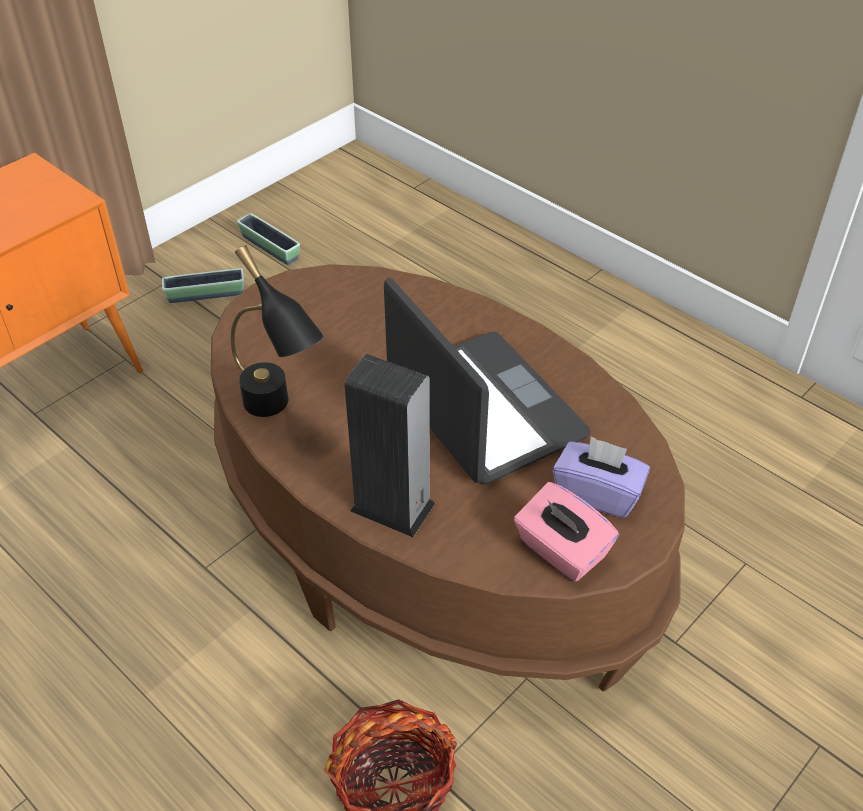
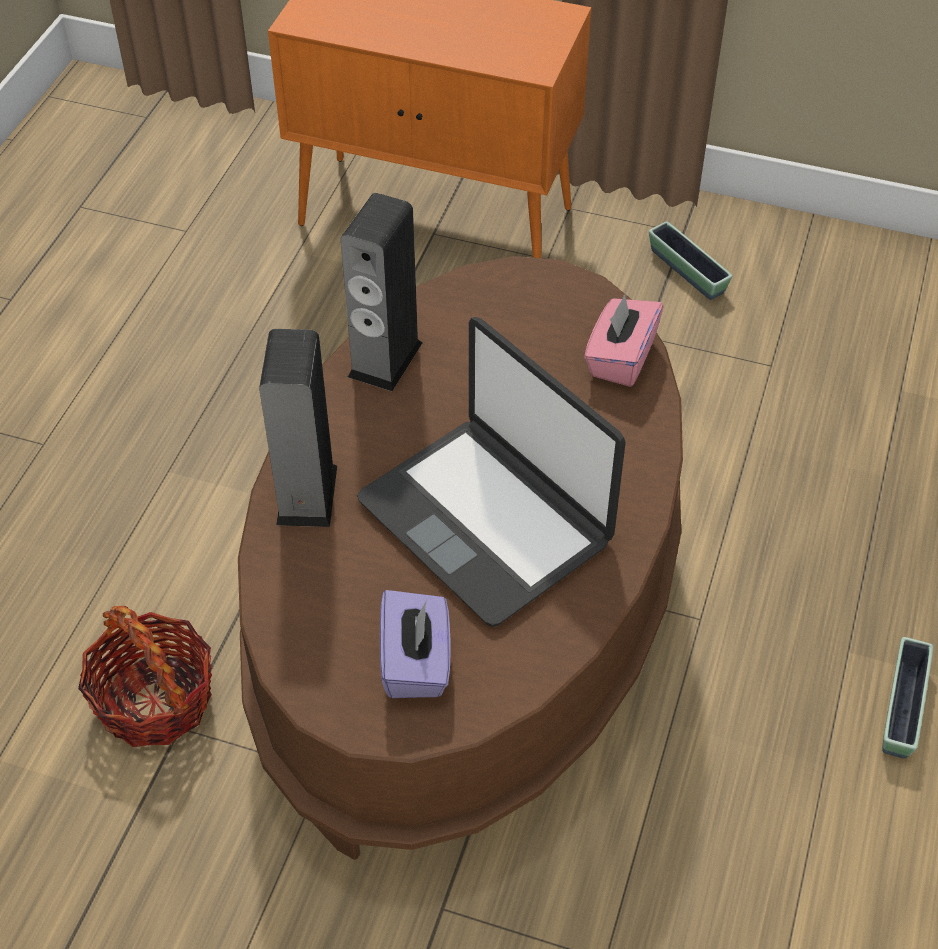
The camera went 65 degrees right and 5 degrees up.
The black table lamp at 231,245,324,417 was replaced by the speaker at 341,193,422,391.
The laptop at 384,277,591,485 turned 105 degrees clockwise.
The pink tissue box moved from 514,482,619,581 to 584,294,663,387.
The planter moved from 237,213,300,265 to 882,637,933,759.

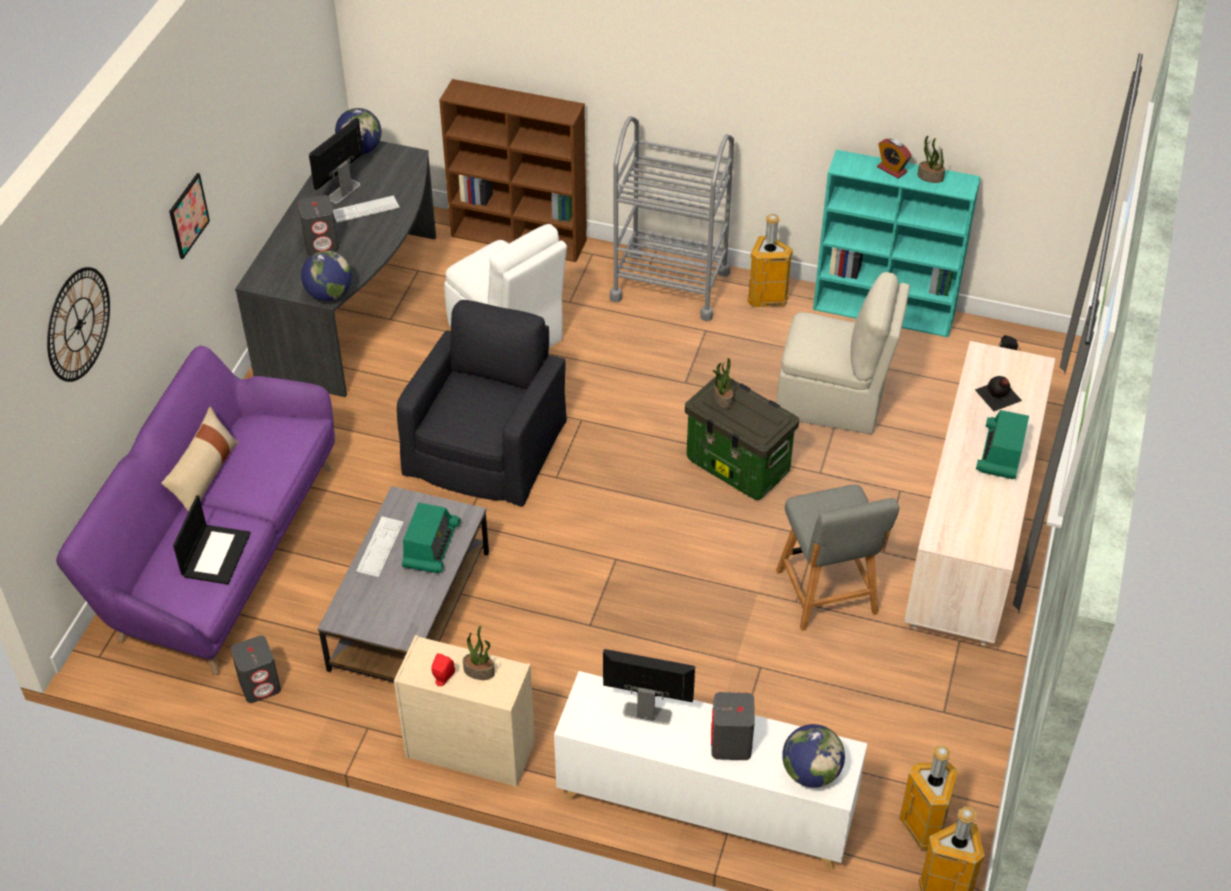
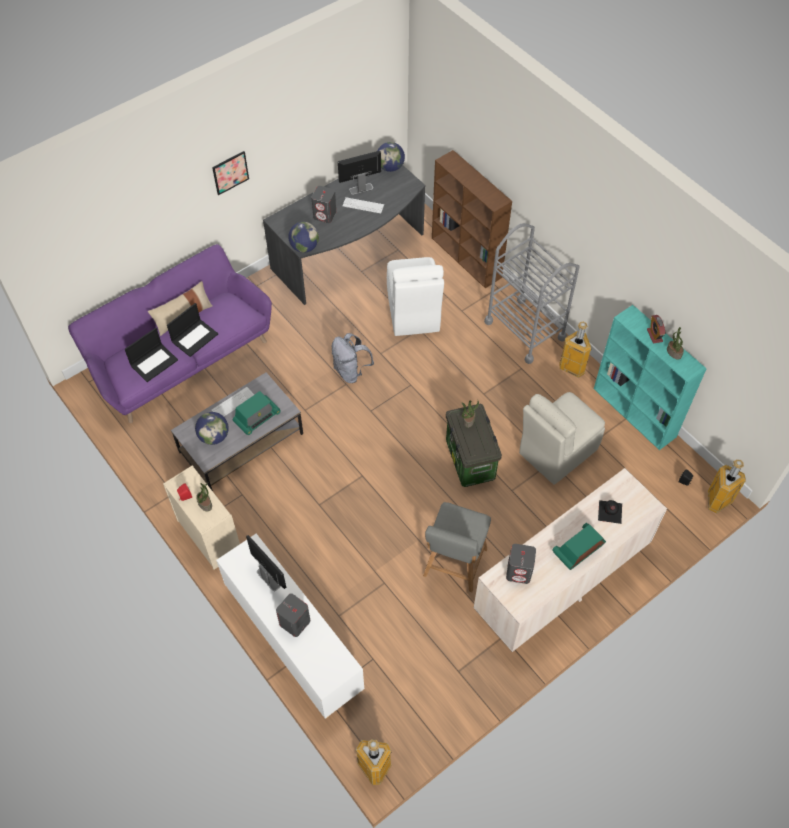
The camera went 35 degrees right and 10 degrees up.
The laptop at 167,303,218,357 appeared.
The globe moved from 782,724,845,788 to 195,412,229,445.
The black armchair at 397,300,567,507 was replaced by the grey backpack at 332,333,374,383.
The grey speaker moved from 231,636,281,703 to 506,544,536,584.
The beige chair at 777,272,910,434 turned 90 degrees clockwise.
The trash can moved from 899,745,958,850 to 708,459,746,514.
The wall clock at 47,267,110,382 disappeared.

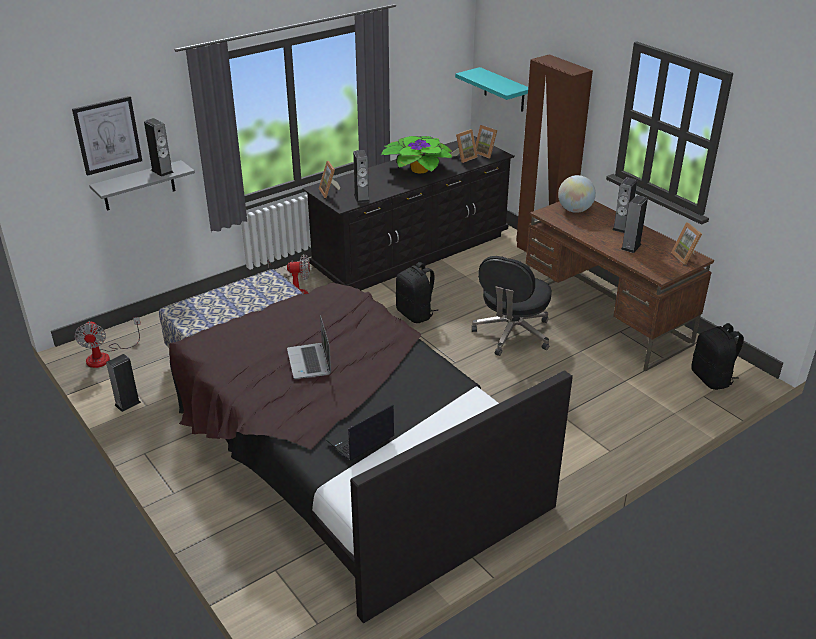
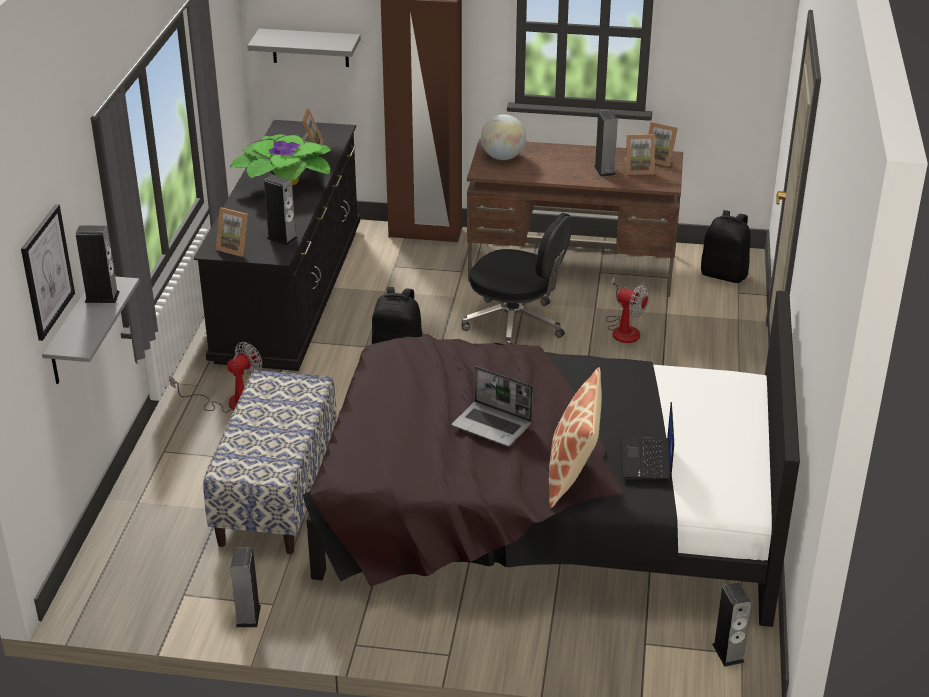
The camera went 45 degrees left and 0 degrees up.
The turquoise shelf at 455,67,528,112 became the grey shelf at 247,29,361,67.
The black office chair at 471,256,552,356 turned 45 degrees counterclockwise.
The pillow at 549,367,602,508 appeared.
The fan moved from 75,317,141,368 to 606,276,650,343.
The picture frame moved from 475,125,497,158 to 624,134,655,175.
The speaker moved from 612,177,637,233 to 712,583,751,667.

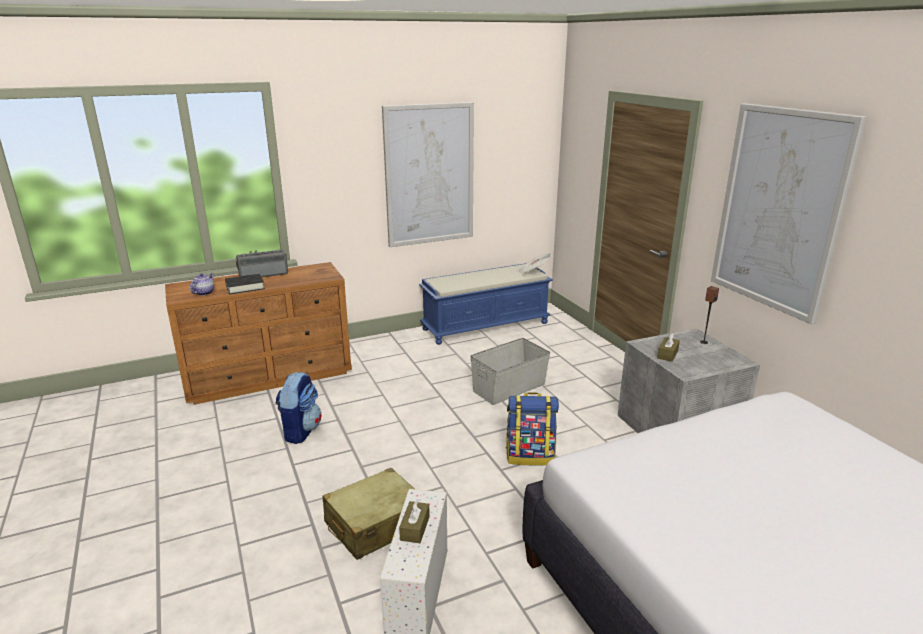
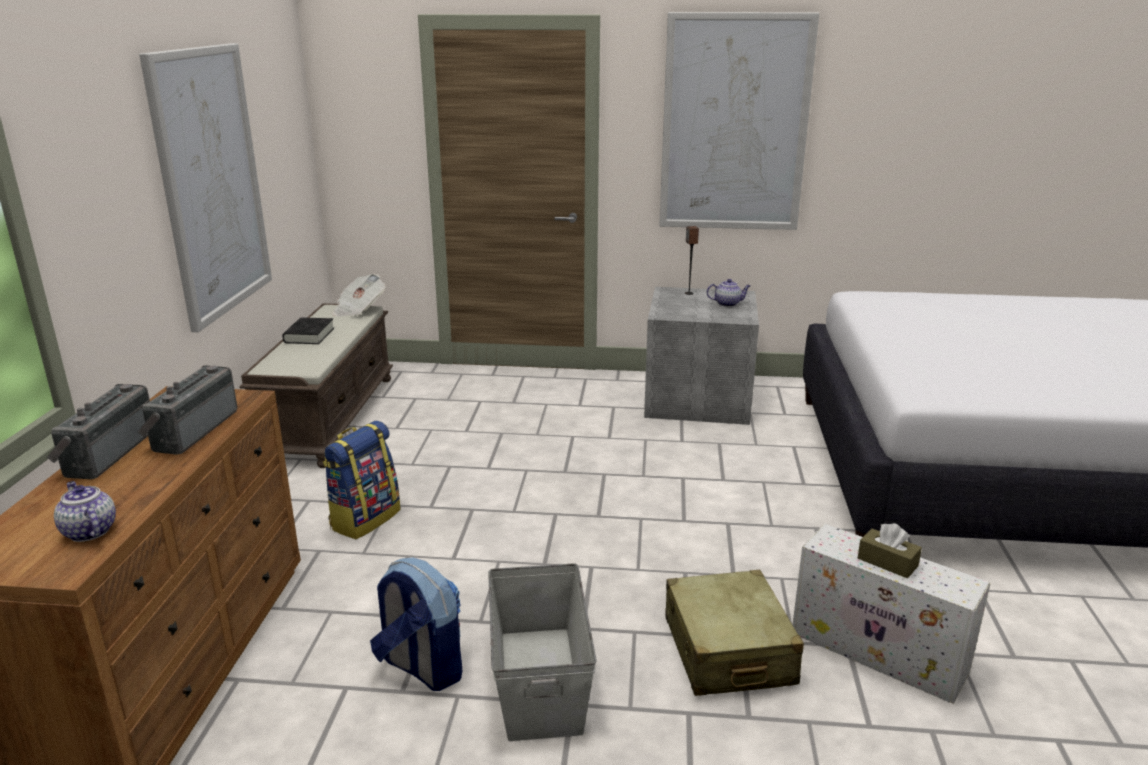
The camera went 60 degrees left and 0 degrees up.
The radio at 138,365,237,455 appeared.
The blue bench at 419,263,553,345 became the brown bench at 239,303,393,468.
The black book moved from 225,274,265,294 to 282,317,334,344.
The backpack moved from 506,392,559,466 to 323,421,401,539.
The grey storage box moved from 470,338,550,405 to 488,563,597,741.
The teapot at 707,279,751,307 appeared.
The brown tissue box at 657,333,680,362 disappeared.

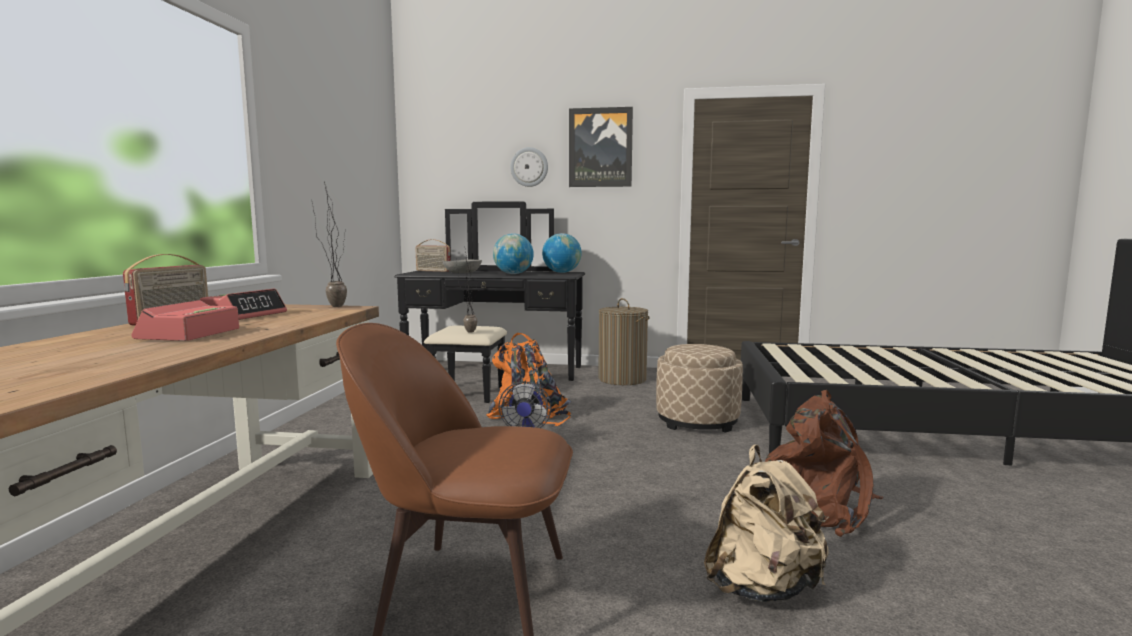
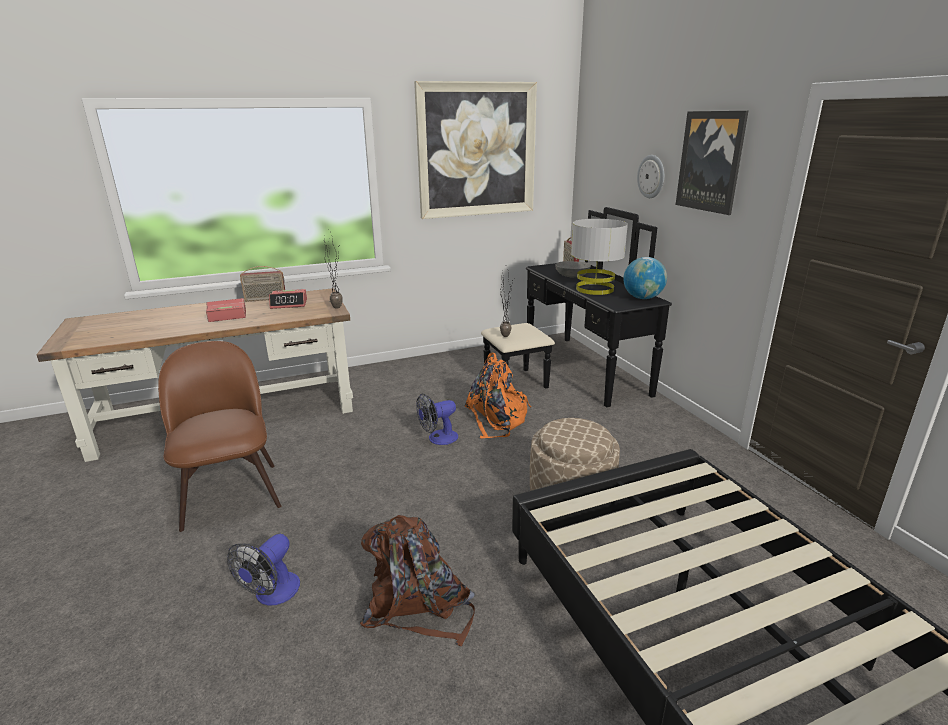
The camera went 60 degrees right and 15 degrees up.
The beige backpack at 704,444,829,602 was replaced by the fan at 227,534,300,606.
The picture at 414,81,537,219 appeared.
The globe at 493,234,534,274 was replaced by the grey table lamp at 571,219,628,295.
The laundry basket at 598,298,649,385 disappeared.

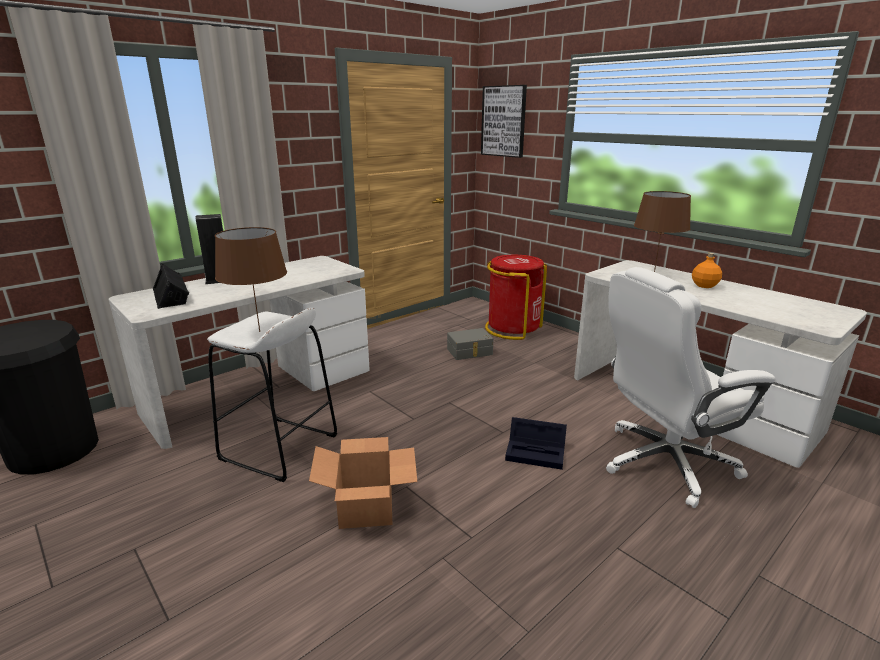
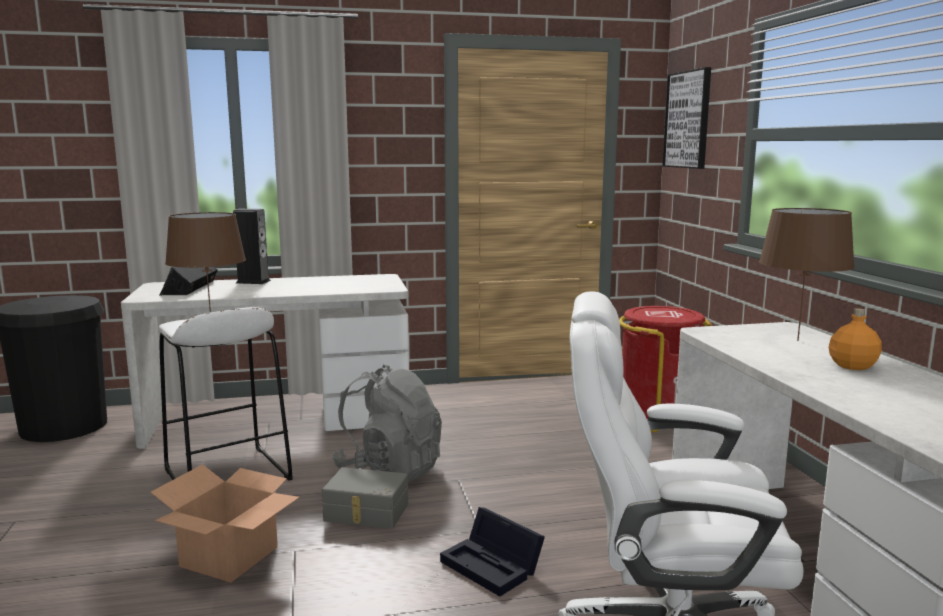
The camera went 30 degrees right and 10 degrees down.
The grey storage box moved from 447,328,494,360 to 322,467,408,529.
The grey backpack at 331,365,442,482 appeared.

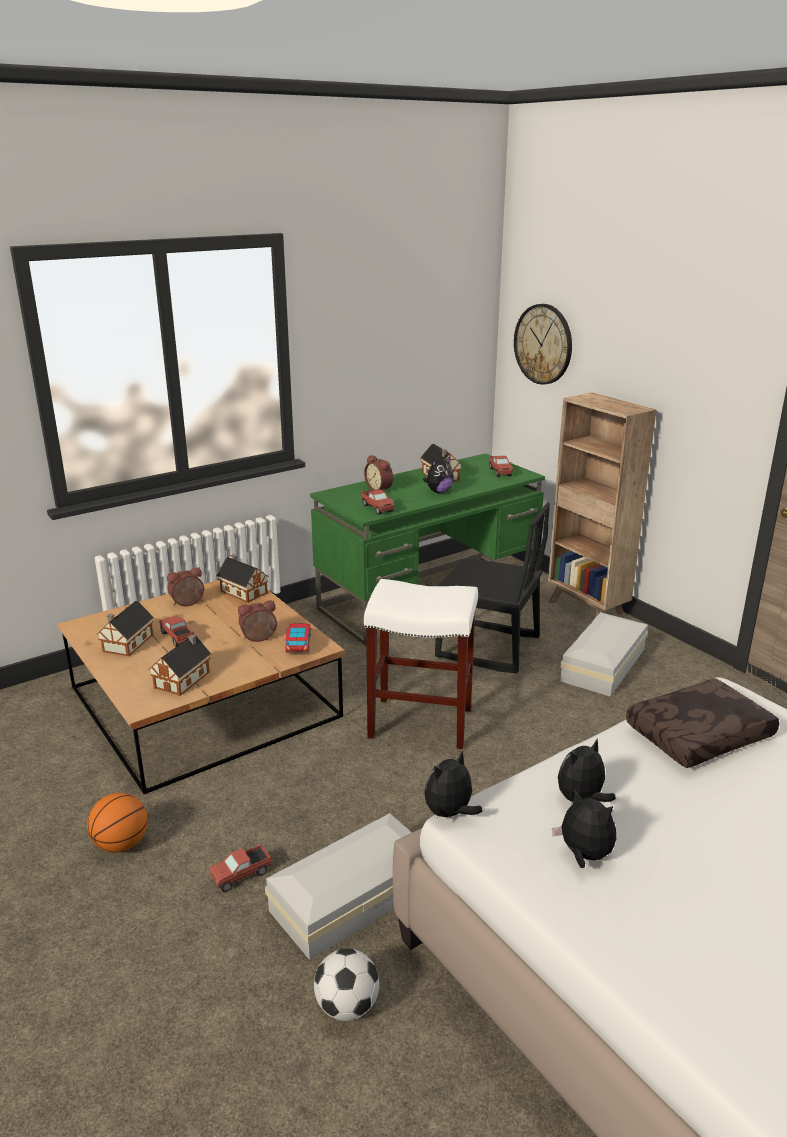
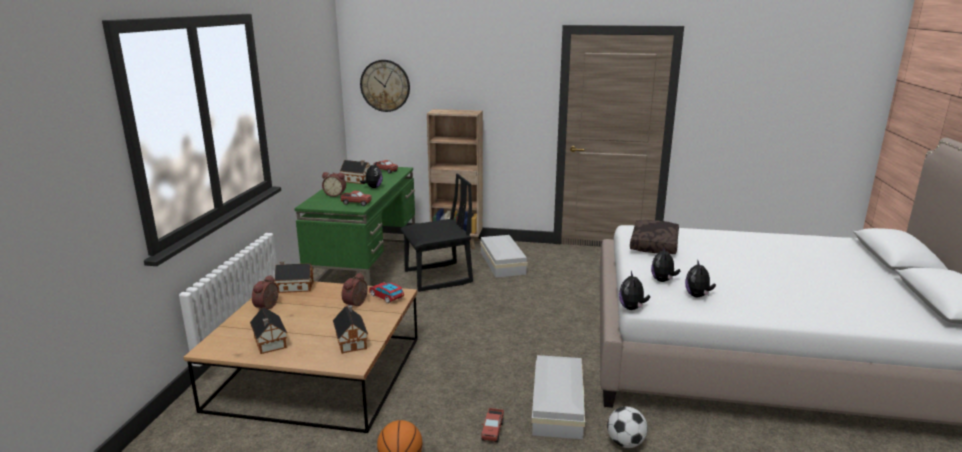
The camera went 45 degrees left and 5 degrees down.
The plush toy at 552,789,616,868 turned 75 degrees counterclockwise.
The toy truck at 159,616,194,647 disappeared.
The white stool at 364,579,478,749 disappeared.

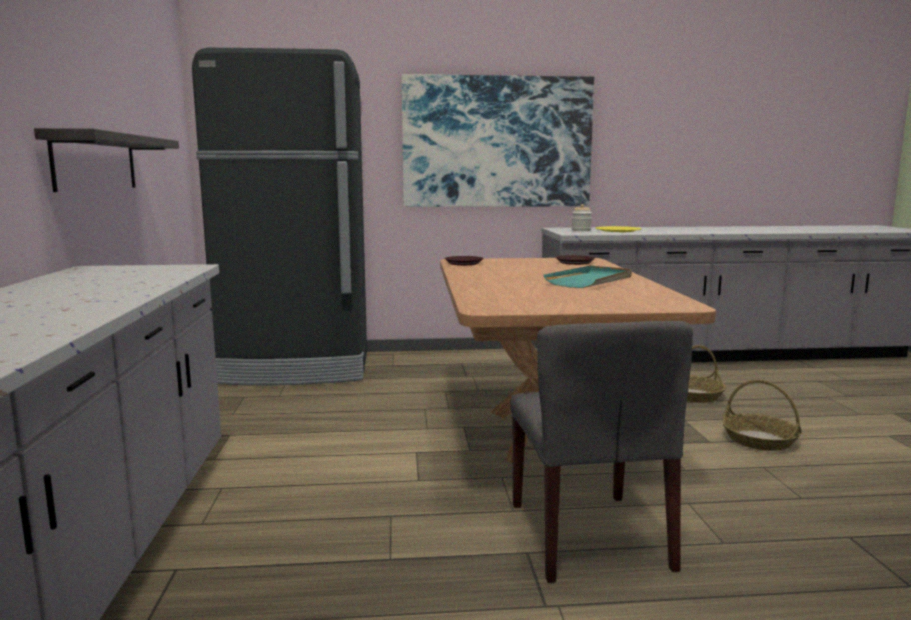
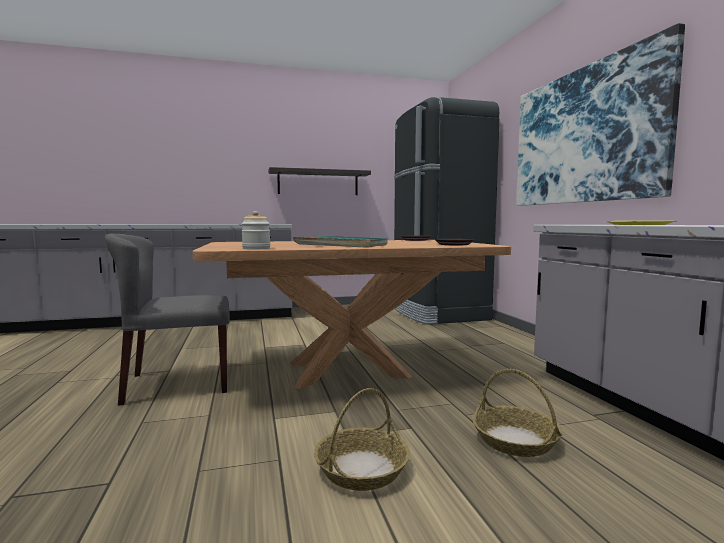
The camera went 80 degrees right and 5 degrees down.
The jar moved from 572,204,592,231 to 241,211,271,250.

